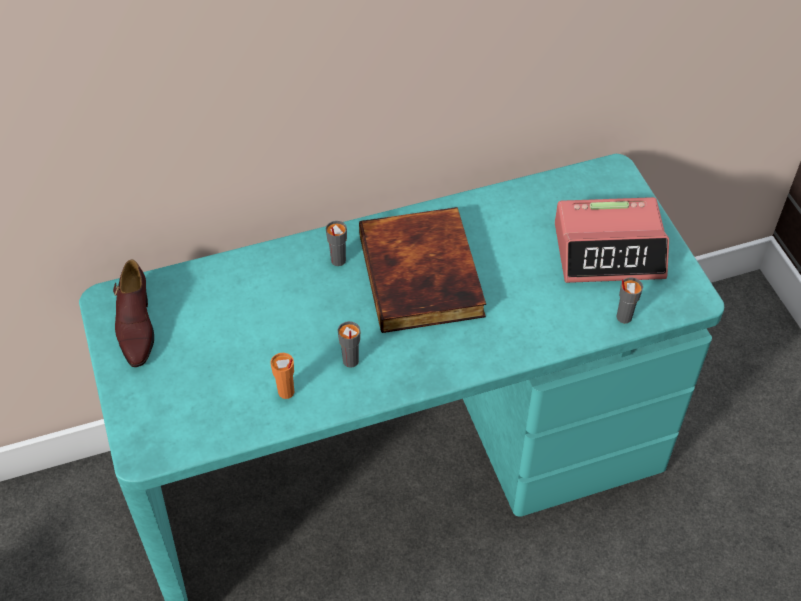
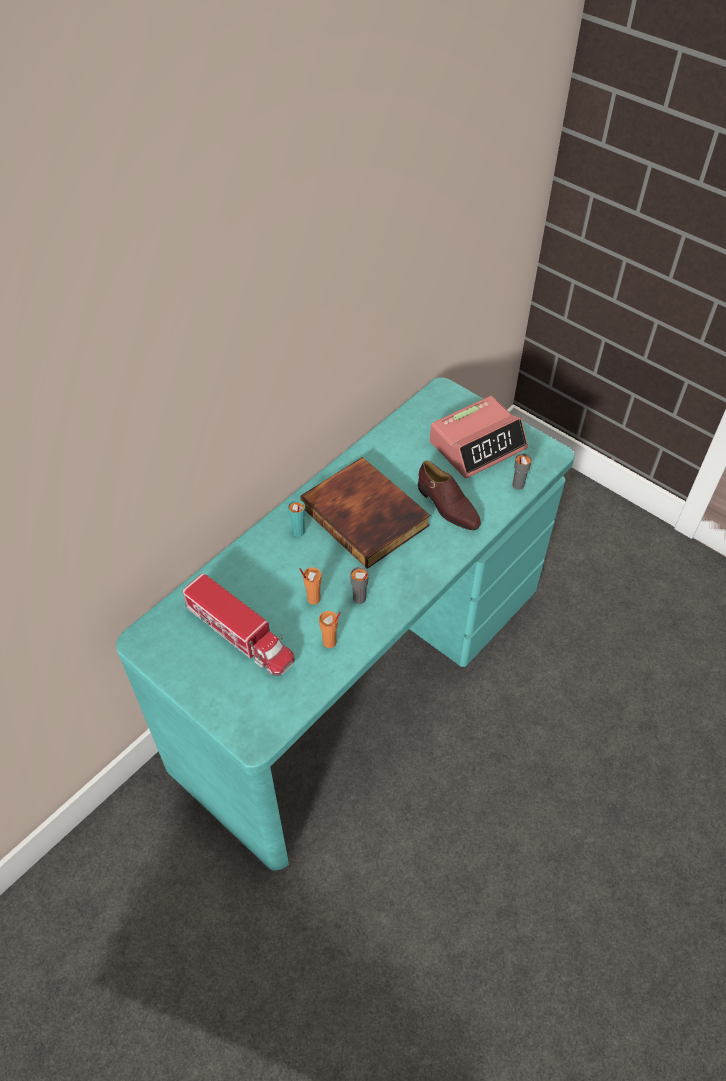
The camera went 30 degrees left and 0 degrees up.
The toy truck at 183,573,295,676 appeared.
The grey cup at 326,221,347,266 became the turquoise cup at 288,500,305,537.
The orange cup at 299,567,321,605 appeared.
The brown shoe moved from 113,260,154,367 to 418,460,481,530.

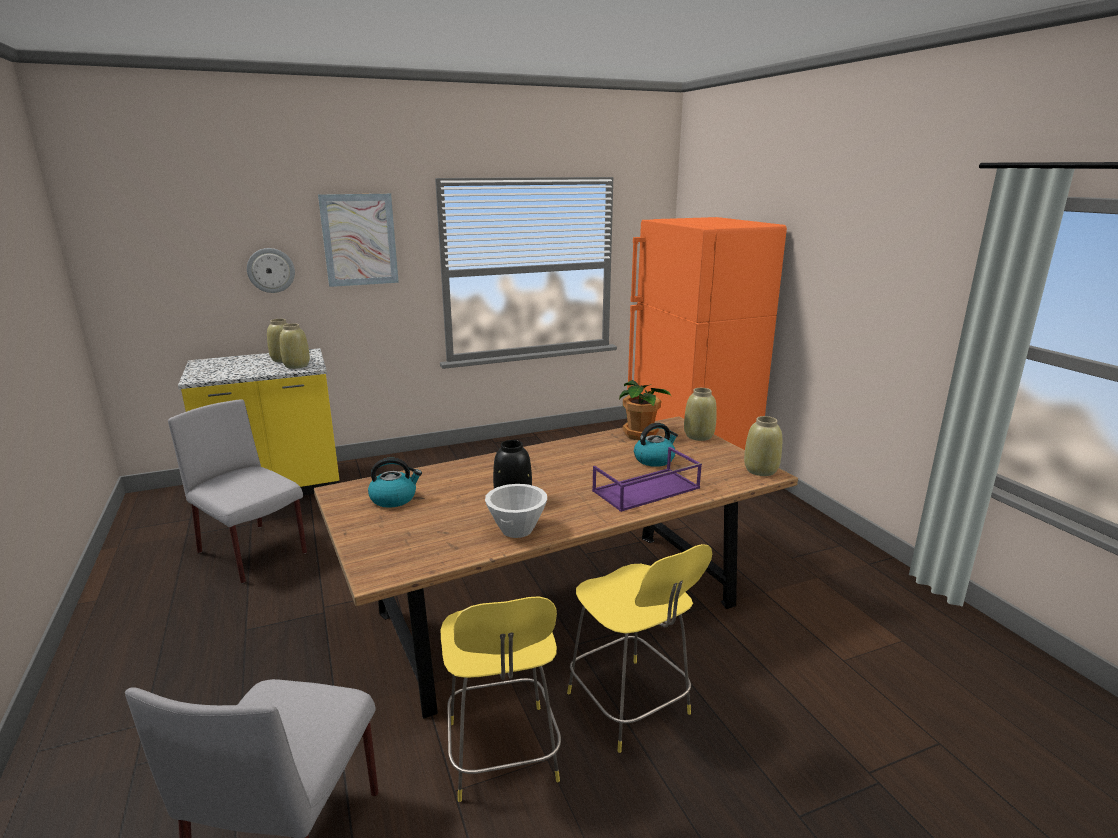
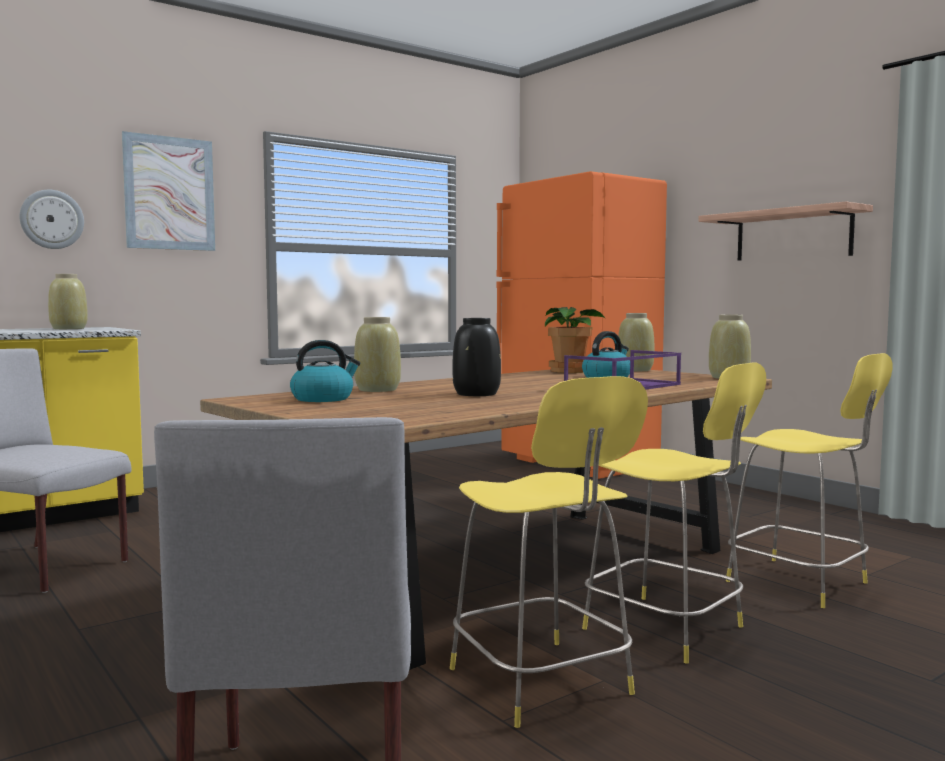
The camera went 15 degrees left and 15 degrees down.
The beige vase moved from 280,324,310,369 to 354,317,401,392.
The shelf at 698,201,873,261 appeared.
The yellow stool at 726,353,892,608 appeared.
The white bowl at 485,484,547,538 disappeared.

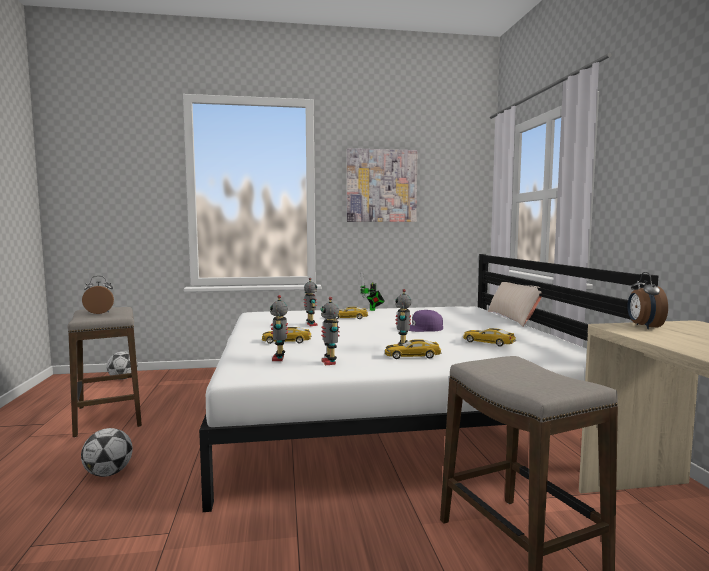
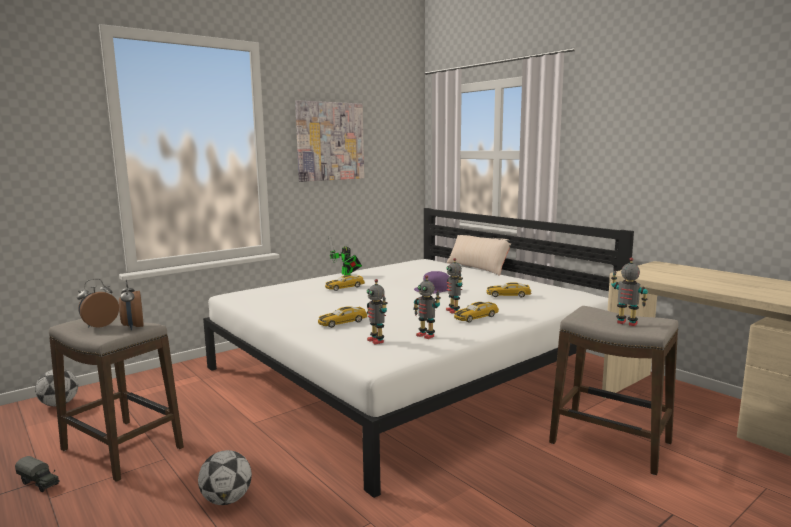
The camera went 30 degrees left and 5 degrees up.
The toy truck at 15,456,60,492 appeared.
The alarm clock moved from 627,272,668,329 to 119,280,143,330.
The toy robot moved from 304,278,317,326 to 611,257,648,326.

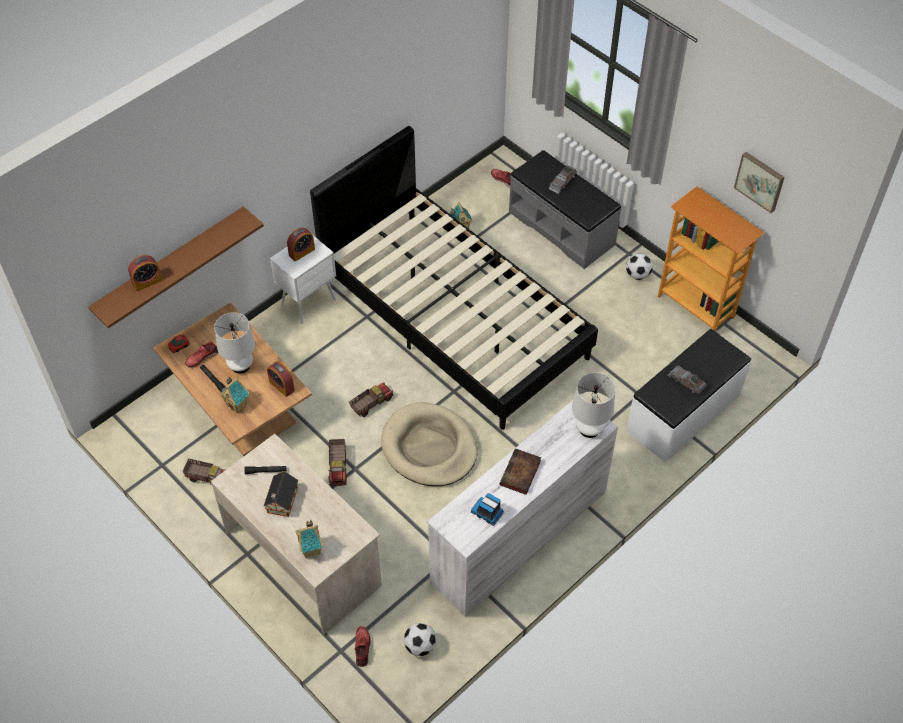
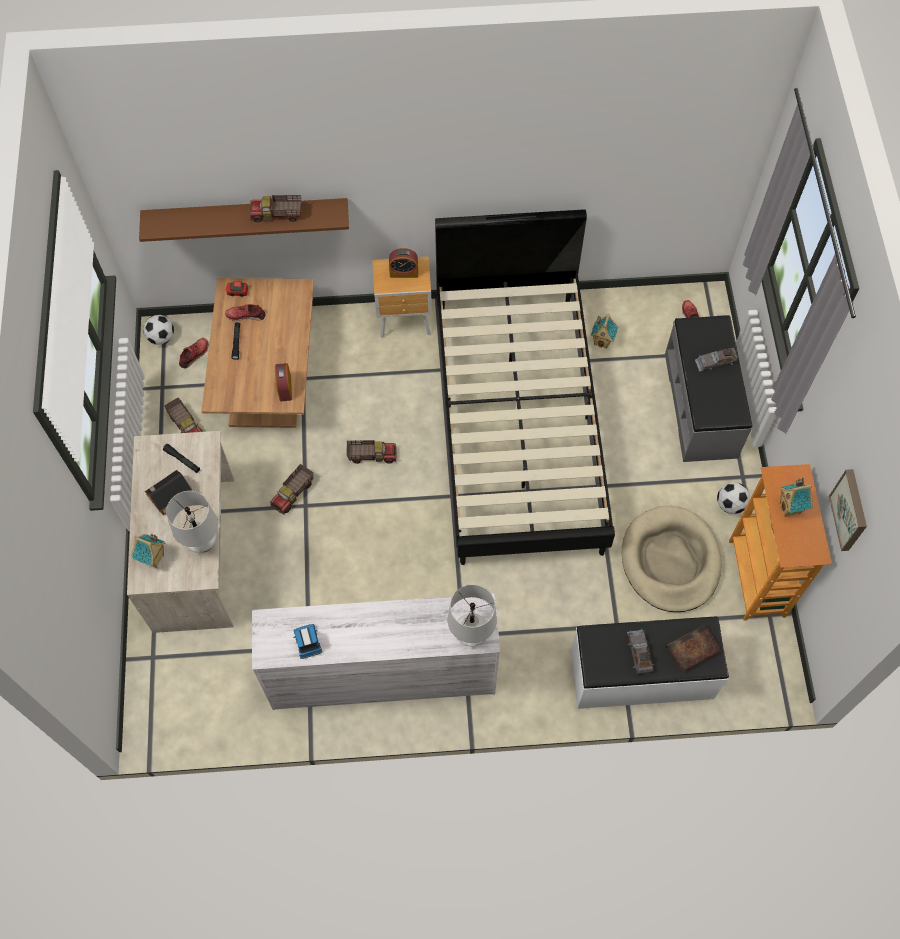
The camera went 40 degrees right and 10 degrees up.
The football moved from 404,623,436,656 to 143,315,174,345.
The white table lamp moved from 214,312,255,373 to 166,491,218,553.
The red shoe moved from 354,626,371,667 to 179,338,208,368.
The toy truck at 249,195,302,222 appeared.
The white nightstand at 270,235,336,324 became the brown nightstand at 373,257,432,338.
The beige dog bed moved from 381,402,477,486 to 622,506,722,612.
The book moved from 499,448,541,495 to 666,625,722,673.
The toy house moved from 219,377,250,413 to 780,478,813,517.
The alarm clock at 128,255,162,291 disappeared.

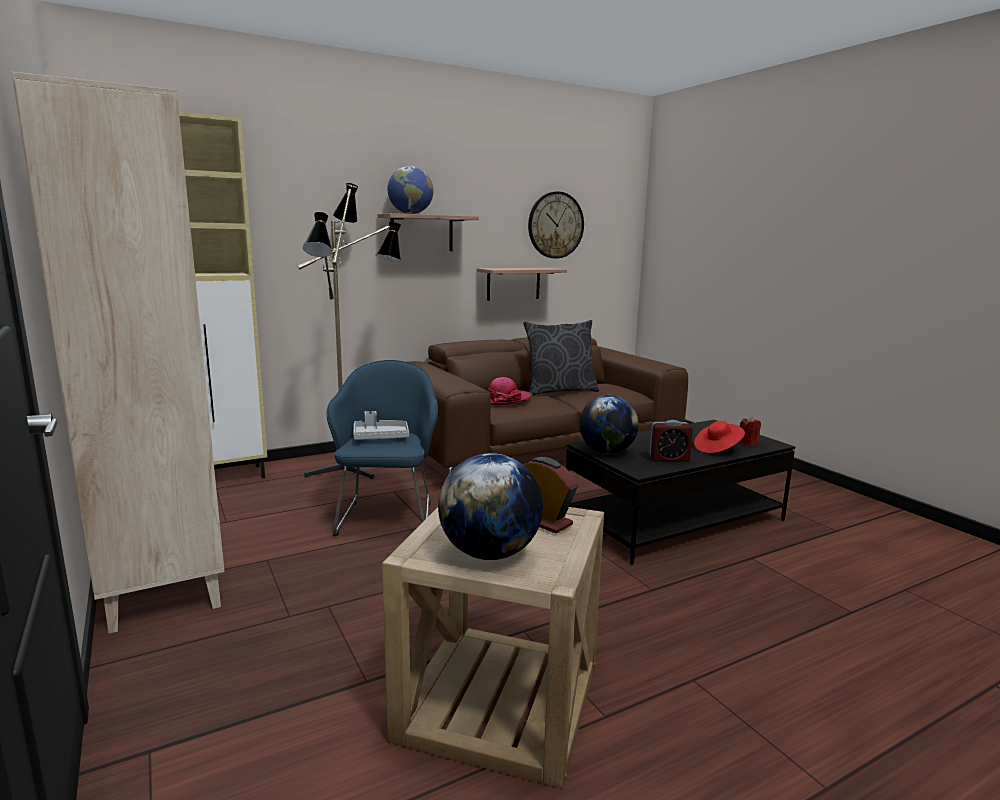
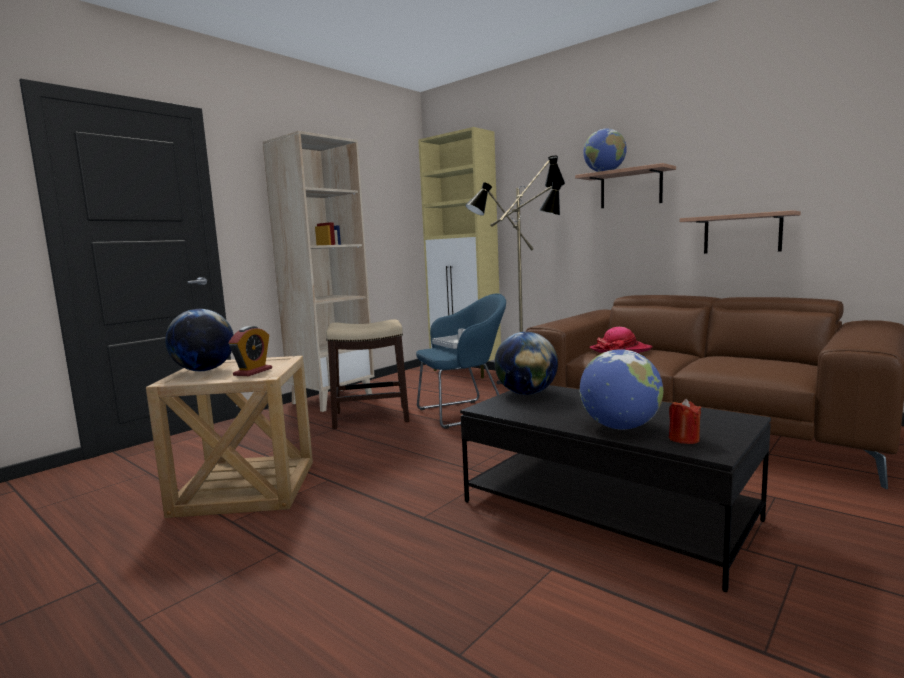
The camera went 70 degrees right and 5 degrees down.
The stool at 326,319,409,429 appeared.
The red hat at 694,421,745,453 was replaced by the globe at 580,349,663,430.
The grey pillow at 523,320,599,395 disappeared.
The wall clock at 528,191,584,259 disappeared.
The alarm clock at 649,420,693,462 disappeared.

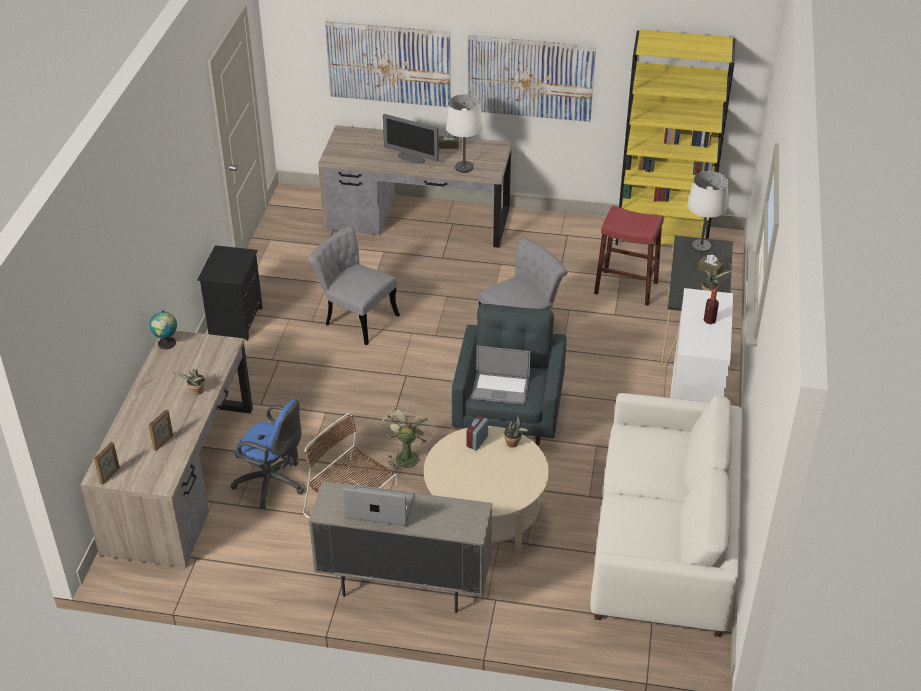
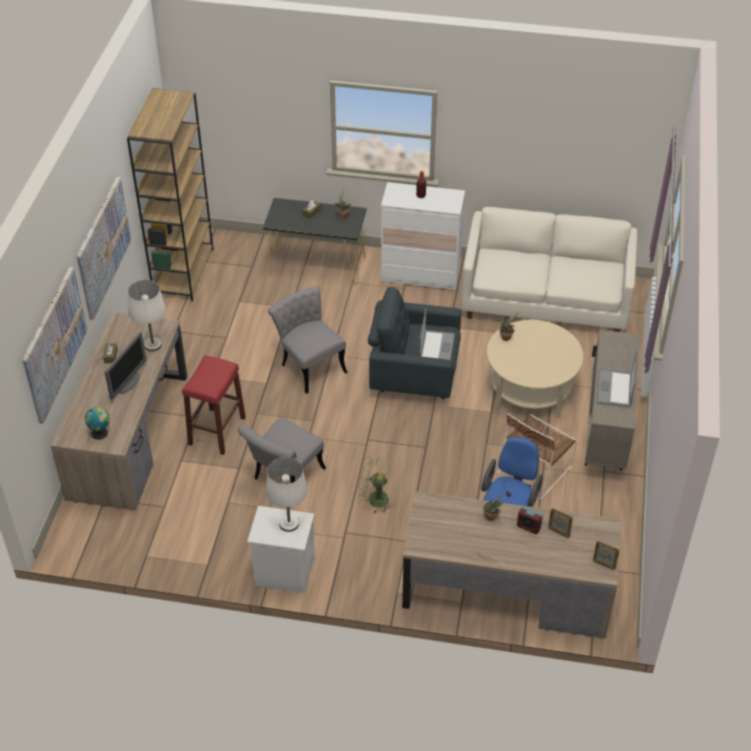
The camera went 90 degrees left and 5 degrees up.
The globe moved from 149,311,177,349 to 85,407,110,440.
The yellow bookcase at 615,30,736,245 became the brown bookcase at 127,88,214,301.
The red stool moved from 594,206,664,306 to 182,355,246,455.
The black nightstand at 197,245,263,341 became the white nightstand at 247,506,315,593.
The white table lamp moved from 687,171,728,253 to 266,457,307,532.
The green fan moved from 382,406,434,473 to 358,455,394,513.
The alarm clock moved from 466,416,488,450 to 517,506,543,534.

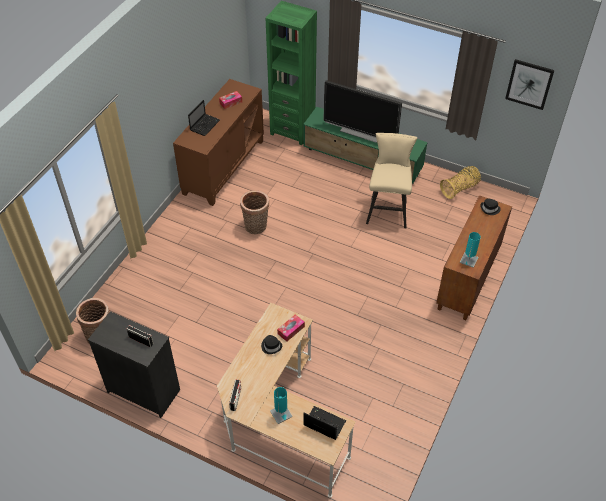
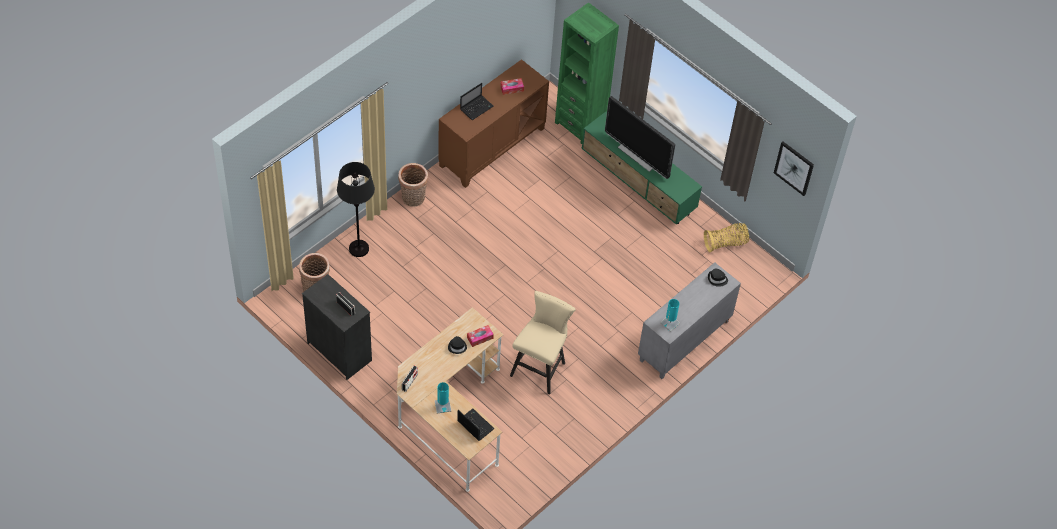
The camera went 15 degrees right and 5 degrees up.
The black floor lamp at 337,162,375,257 appeared.
The basket moved from 240,190,269,234 to 398,163,428,207.
The beige stool moved from 366,133,417,228 to 510,291,576,395.
The brown cabinet at 436,195,512,320 became the grey cabinet at 638,262,741,379.

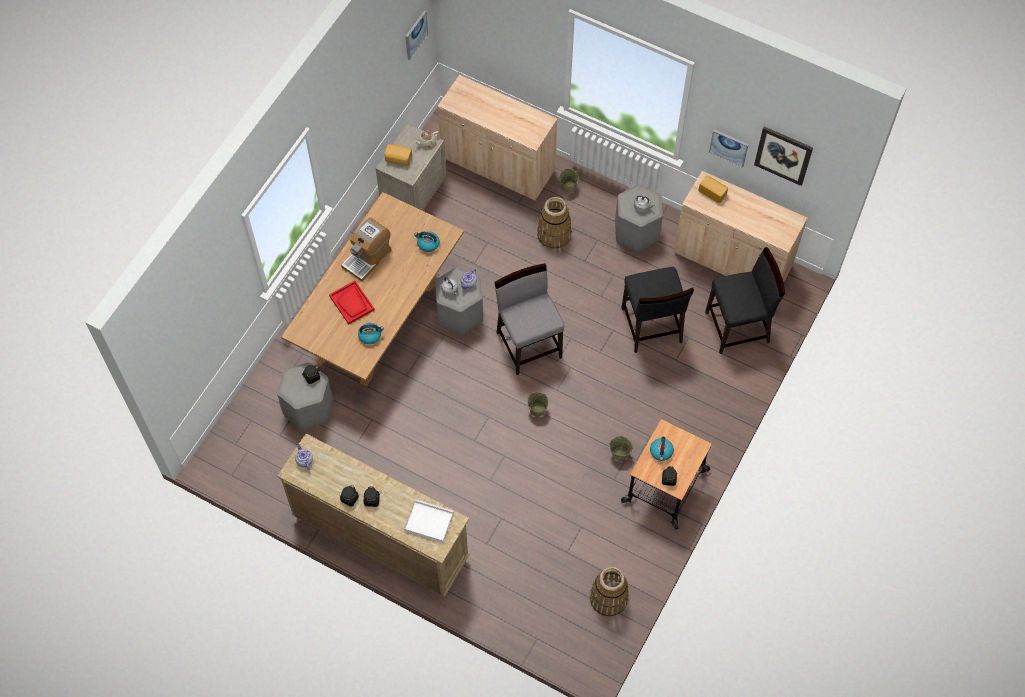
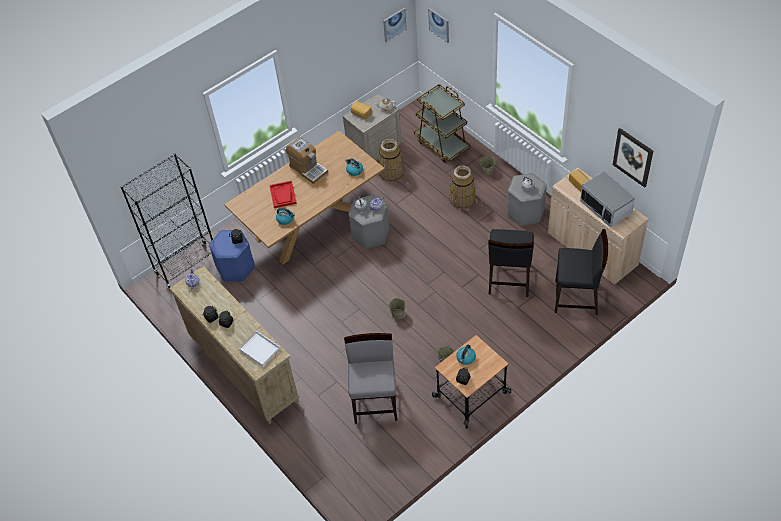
The camera went 25 degrees right and 10 degrees down.
The black bookcase at 120,153,213,288 appeared.
The grey stool at 277,362,333,430 became the blue stool at 209,230,255,282.
The coffee machine at 341,217,392,282 turned 105 degrees counterclockwise.
The grey chair moved from 494,263,564,375 to 344,333,397,424.
The basket moved from 590,567,629,617 to 378,139,405,183.
The beige cabinet at 438,75,558,200 was replaced by the brown cart at 414,84,471,163.
The picture moved from 709,129,749,168 to 428,8,449,43.
The microwave at 580,171,635,227 appeared.

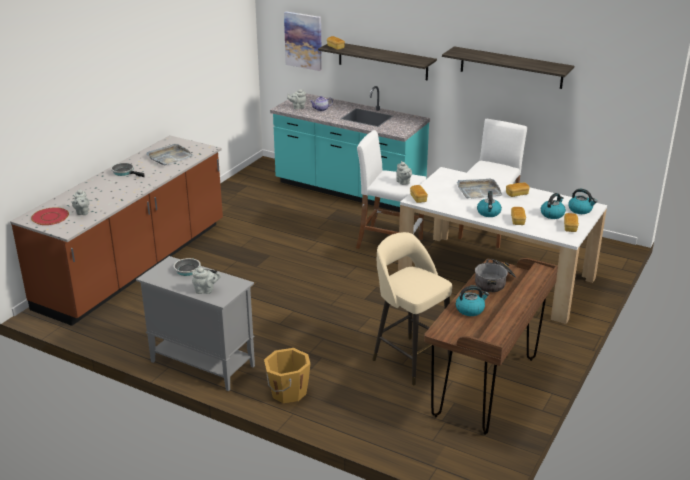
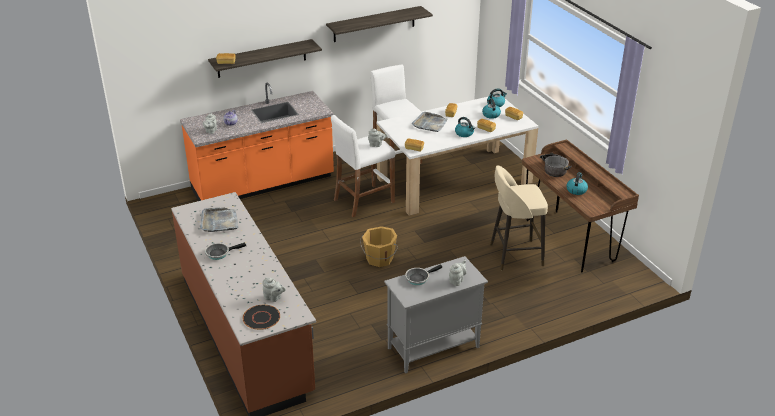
The camera went 55 degrees left and 5 degrees up.
The turquoise counter at 270,86,430,212 became the orange counter at 180,82,334,201.
The red plate at 31,207,69,225 became the black plate at 243,305,280,330.
The orange bucket moved from 264,348,310,403 to 360,226,398,267.
The picture at 284,11,322,71 disappeared.

